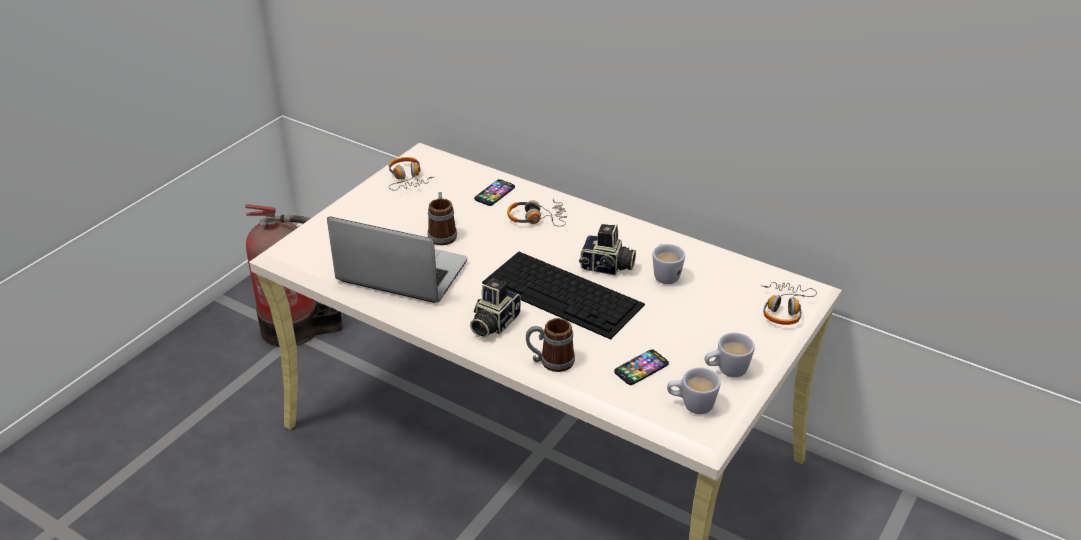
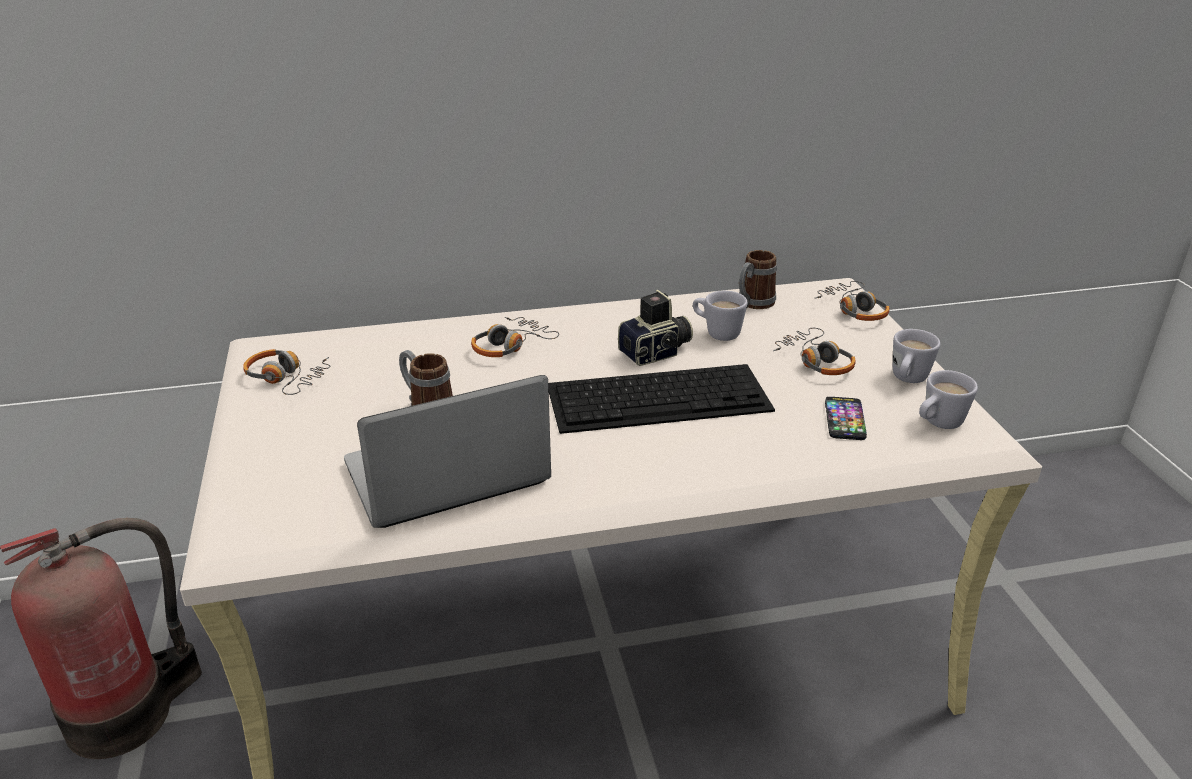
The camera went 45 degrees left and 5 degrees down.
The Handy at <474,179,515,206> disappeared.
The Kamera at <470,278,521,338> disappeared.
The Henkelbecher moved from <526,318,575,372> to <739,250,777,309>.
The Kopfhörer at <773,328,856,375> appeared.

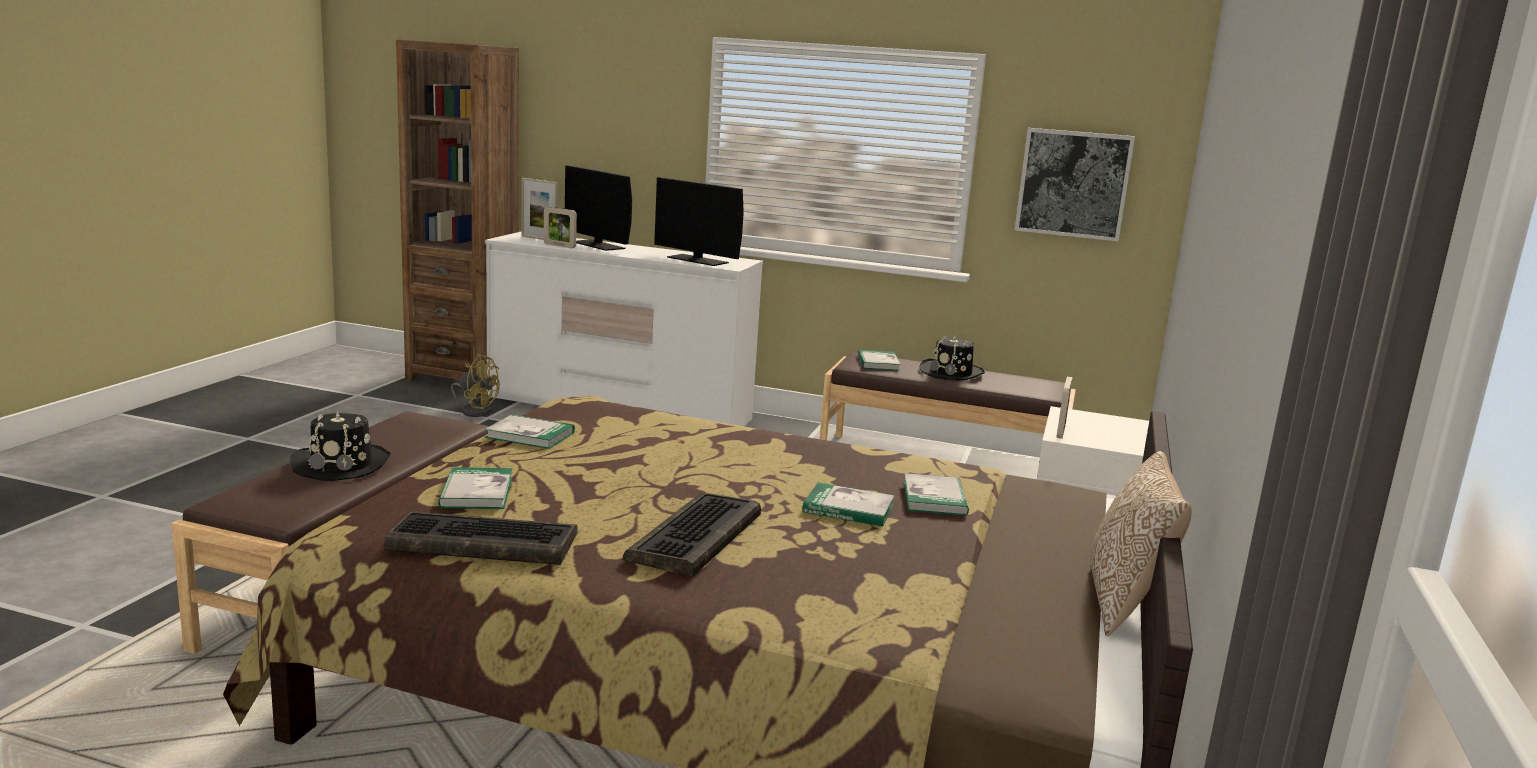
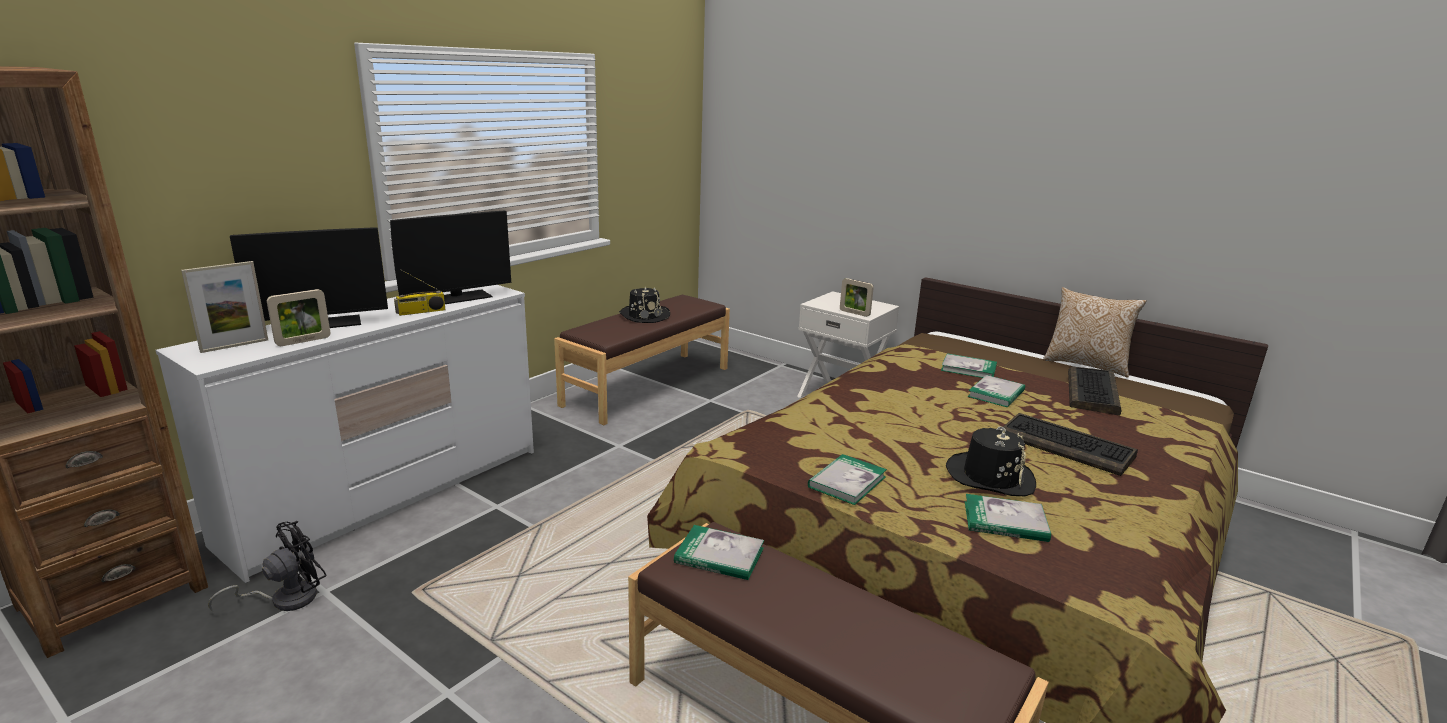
The camera went 70 degrees left and 5 degrees up.
The Bild at <1015,128,1135,241> disappeared.
The Buch moved from <858,350,901,371> to <674,525,764,580>.
The Ventilator (gelb) at <451,354,500,417> became the Ventilator (schwarz) at <208,521,327,612>.
The Hut (schwarz) moved from <289,411,391,481> to <946,426,1036,496>.
The Tastatur moved from <384,511,578,565> to <1068,367,1122,416>.
The Radio at <394,270,445,316> appeared.

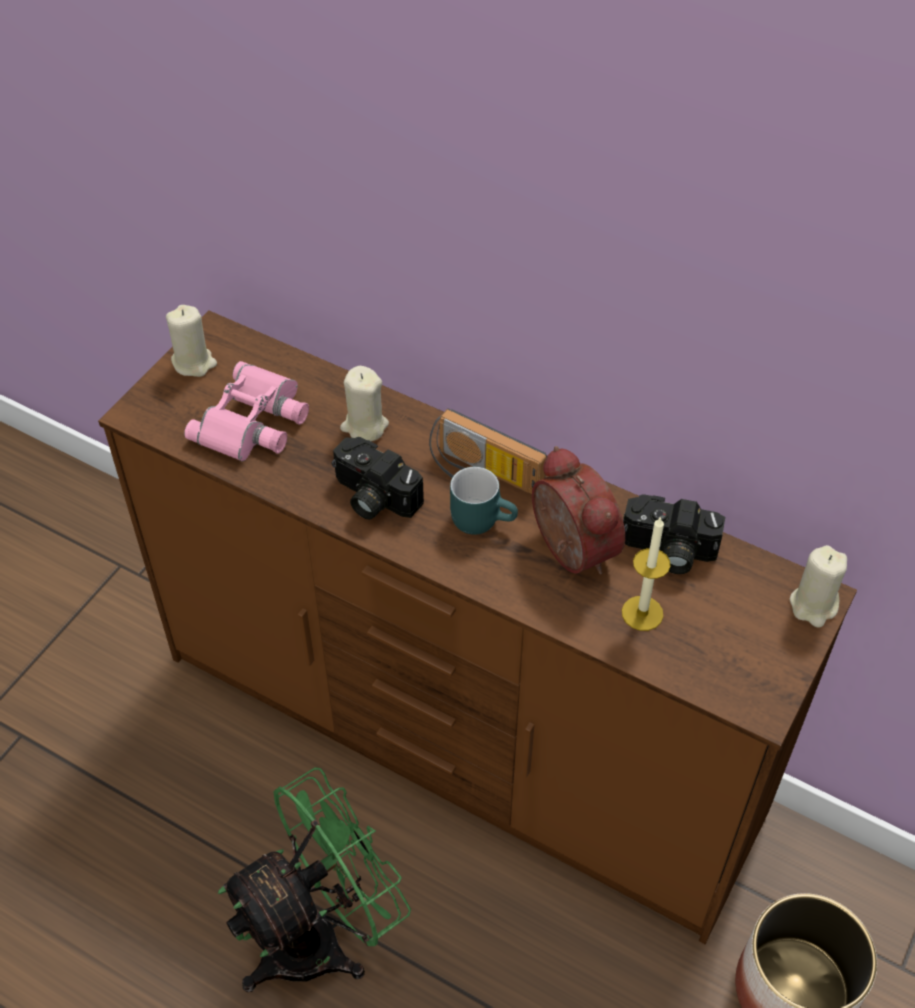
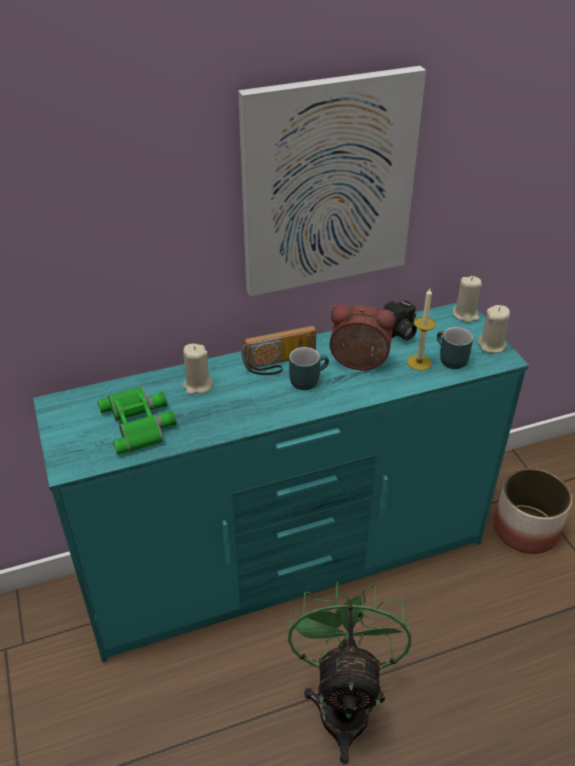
The camera went 50 degrees left and 10 degrees down.
The Kerze (beige) moved from <166,305,217,377> to <477,305,510,353>.
The Kommode (braun) at <98,310,857,944> became the Kommode (türkis) at <33,303,529,663>.
The Fernglas (rosa) at <184,361,309,462> became the Fernglas (grün) at <97,386,177,455>.
The Kamera at <332,437,424,520> disappeared.
The Bild at <238,66,426,296> appeared.
The Henkelbecher (türkis) at <437,327,473,369> appeared.

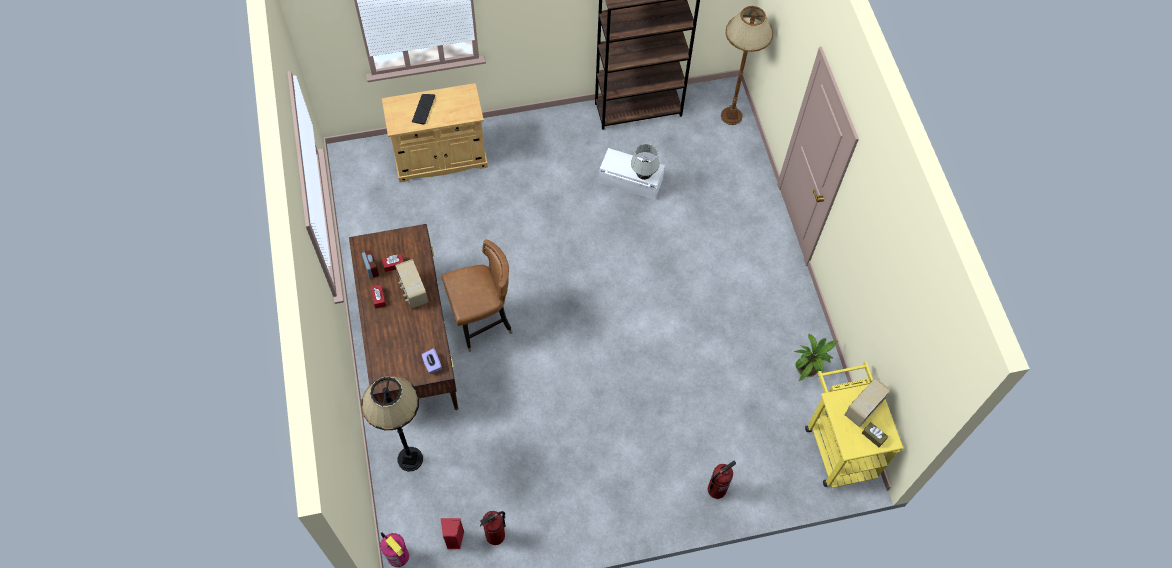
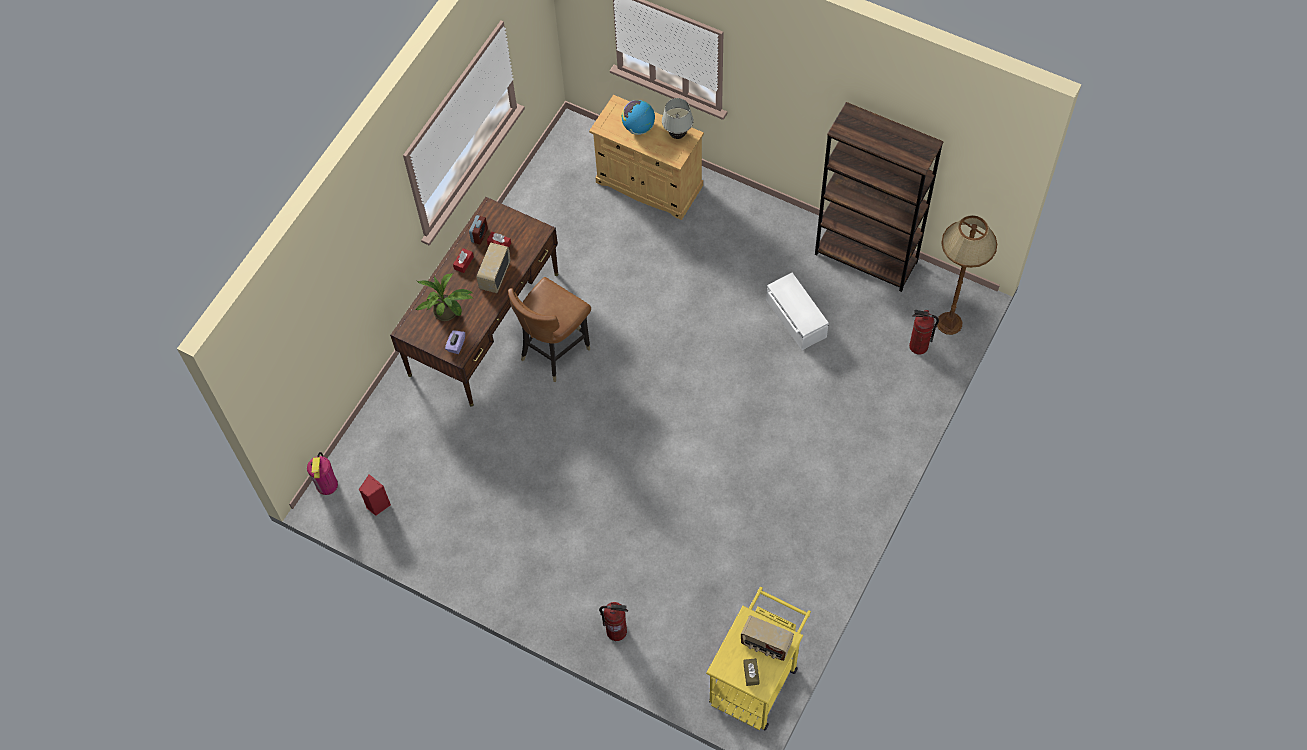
The camera went 45 degrees right and 0 degrees up.
The Tastatur at <412,94,435,125> was replaced by the Globus at <621,100,655,135>.
The Tischlampe (weiß) moved from <631,144,659,180> to <662,98,693,139>.
The Stuhl (braun) at <441,239,513,352> turned 105 degrees clockwise.
The Topfpflanze moved from <795,333,838,381> to <416,273,473,321>.
The Stehlampe (schwarz) at <361,376,423,472> disappeared.
The Radio at <845,378,891,427> turned 150 degrees counterclockwise.
The Feuerlöscher moved from <480,511,506,545> to <909,310,939,354>.

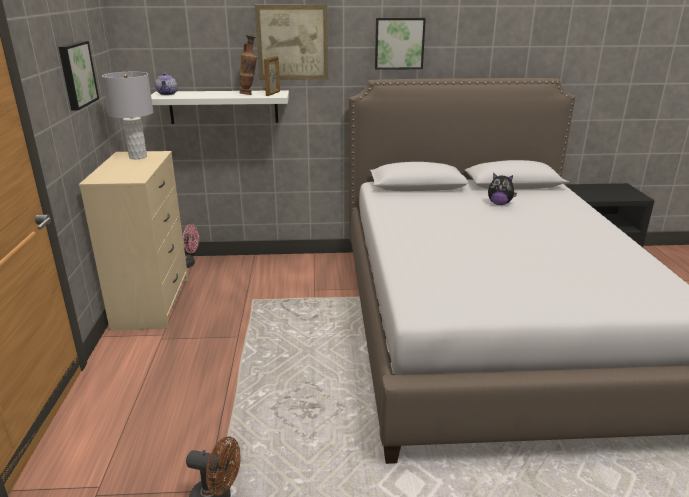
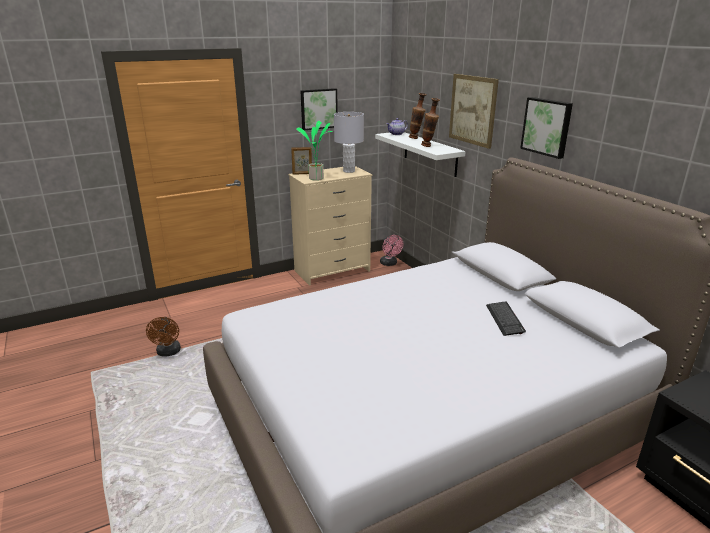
The camera went 65 degrees right and 0 degrees up.
The Bilderrahmen moved from <264,56,280,96> to <291,147,312,175>.
The Plüschtier at <488,173,517,205> was replaced by the Tastatur at <486,301,526,336>.
The Vase at <409,93,427,139> appeared.
The Topfpflanze at <296,121,332,181> appeared.

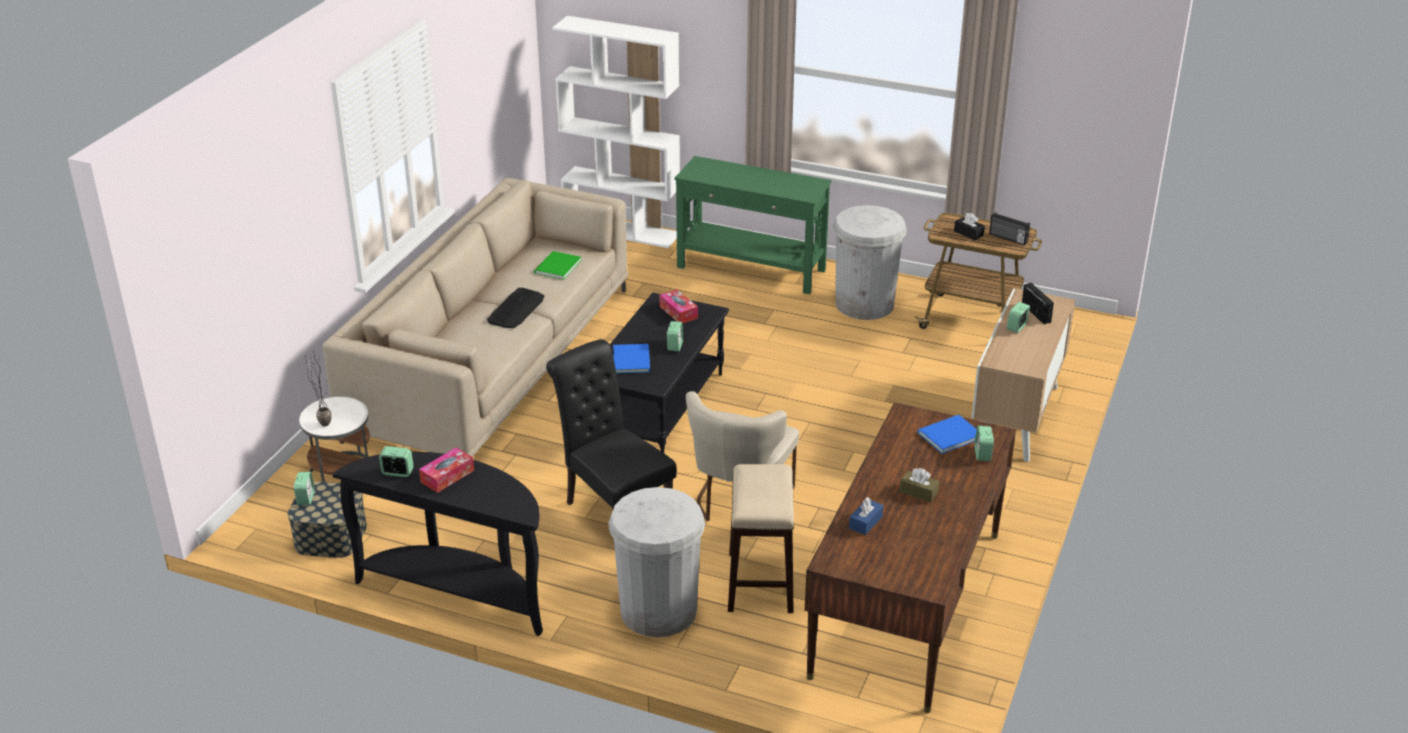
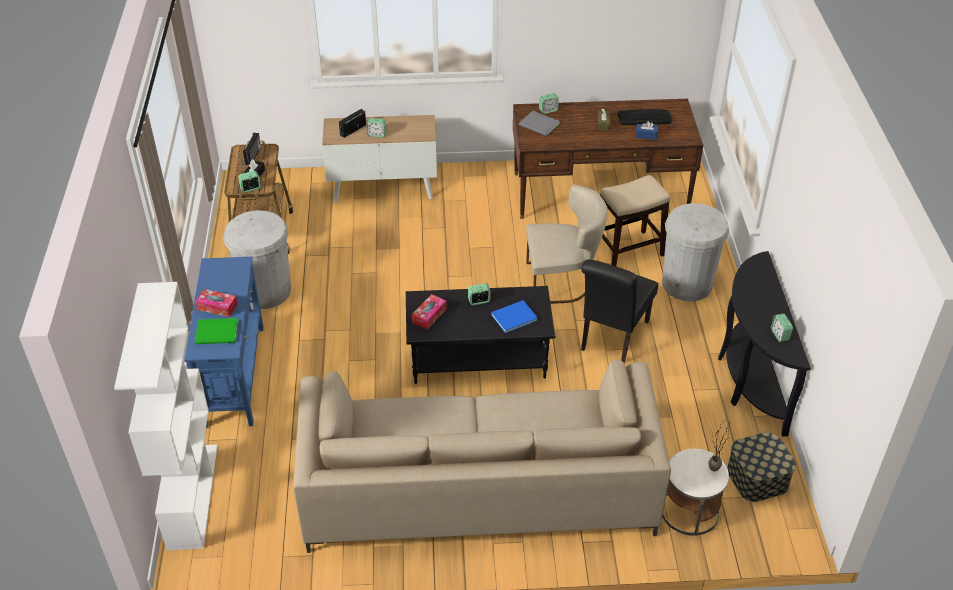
The camera went 115 degrees left and 10 degrees up.
The Konsolentisch (grün) at <675,156,832,294> became the Konsolentisch (blau) at <184,257,264,428>.
The Buch (grün) moved from <534,251,582,280> to <195,318,238,344>.
The Tastatur moved from <487,288,545,328> to <618,109,672,125>.
The Buch (blau) at <918,415,977,454> became the Buch (grau) at <519,111,560,136>.
The Taschentuchbox moved from <419,447,474,493> to <195,289,238,317>.
The Wecker moved from <294,472,315,505> to <238,171,261,193>.

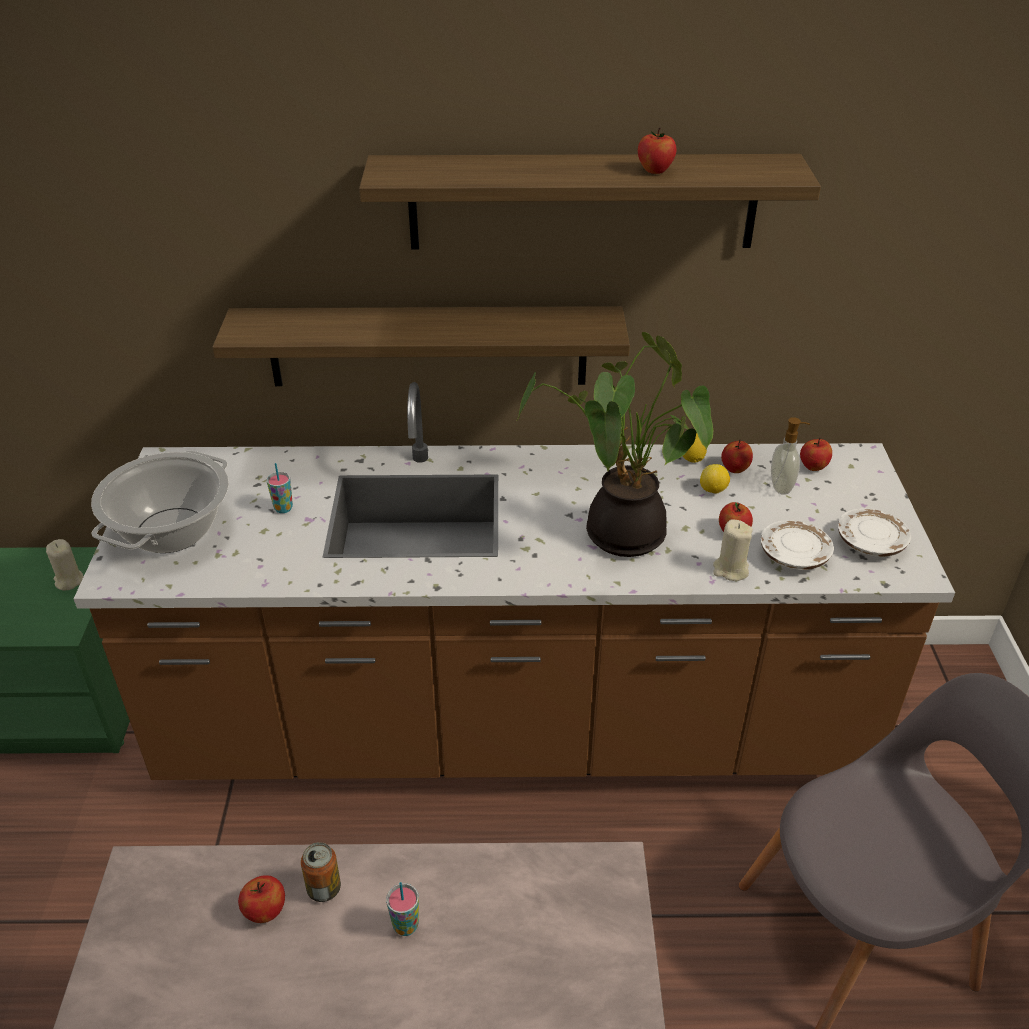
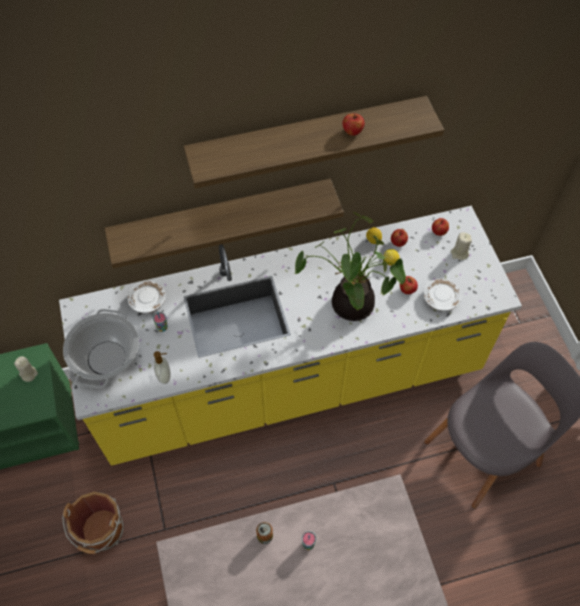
The camera went 15 degrees left and 20 degrees up.
The Küchenzeile (braun) at <74,382,955,780> became the Küchenzeile (gelb) at <59,206,522,466>.
The Seifenspender moved from <771,417,810,495> to <154,351,171,384>.
The Teller (weiß) moved from <838,508,911,557> to <127,281,165,313>.
The Kerze (beige) moved from <713,519,753,581> to <451,232,472,260>.
The Apfel at <238,875,285,923> disappeared.
The Eimer (braun) at <62,492,124,554> appeared.

